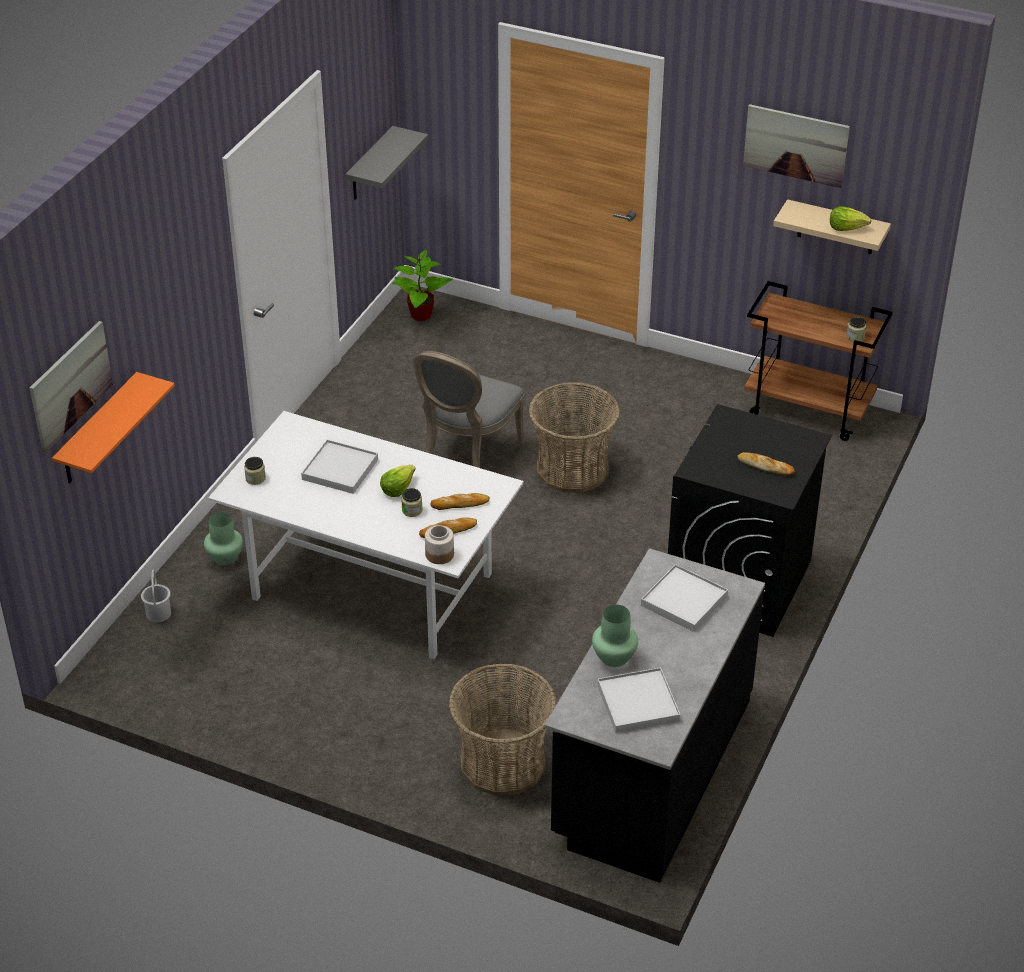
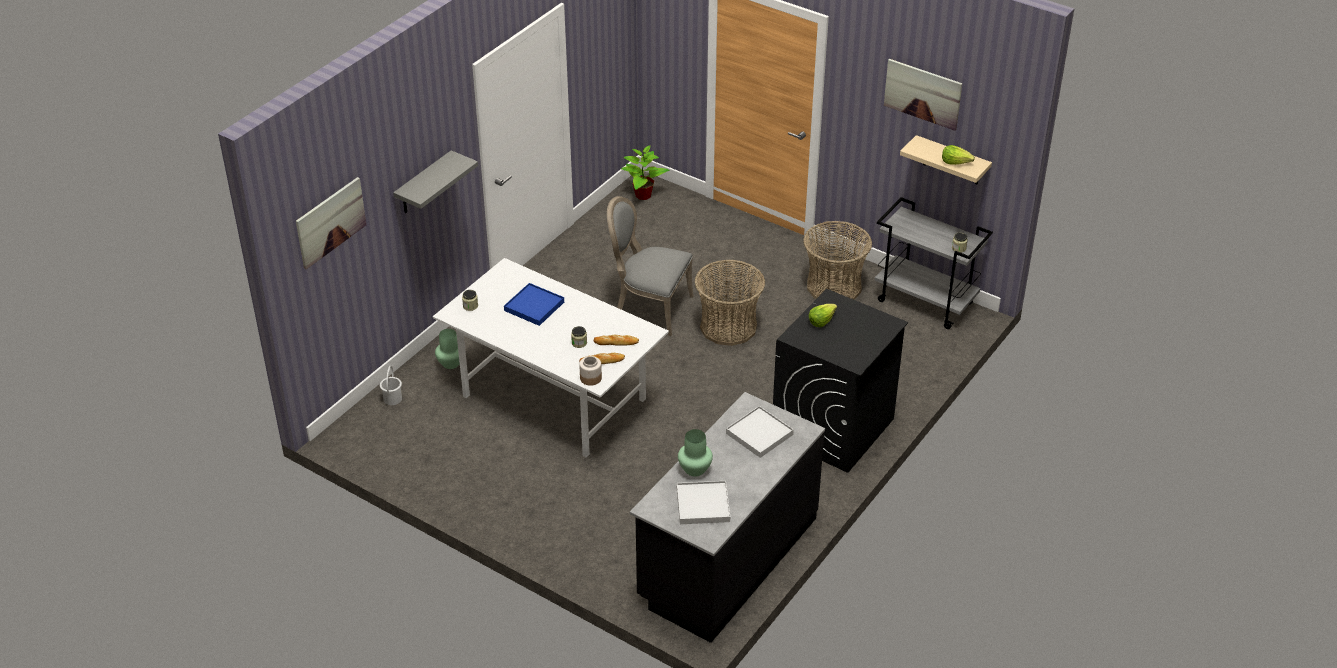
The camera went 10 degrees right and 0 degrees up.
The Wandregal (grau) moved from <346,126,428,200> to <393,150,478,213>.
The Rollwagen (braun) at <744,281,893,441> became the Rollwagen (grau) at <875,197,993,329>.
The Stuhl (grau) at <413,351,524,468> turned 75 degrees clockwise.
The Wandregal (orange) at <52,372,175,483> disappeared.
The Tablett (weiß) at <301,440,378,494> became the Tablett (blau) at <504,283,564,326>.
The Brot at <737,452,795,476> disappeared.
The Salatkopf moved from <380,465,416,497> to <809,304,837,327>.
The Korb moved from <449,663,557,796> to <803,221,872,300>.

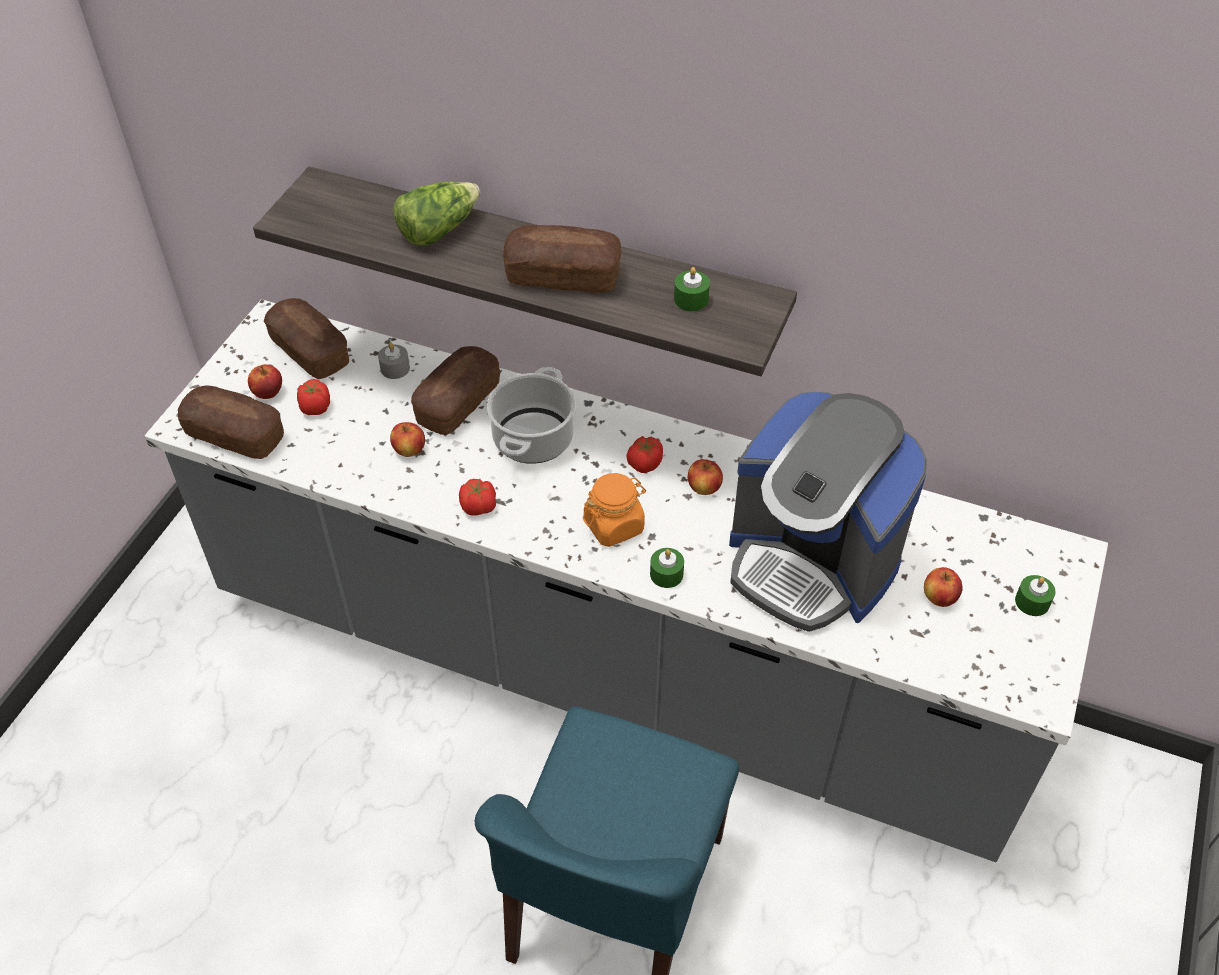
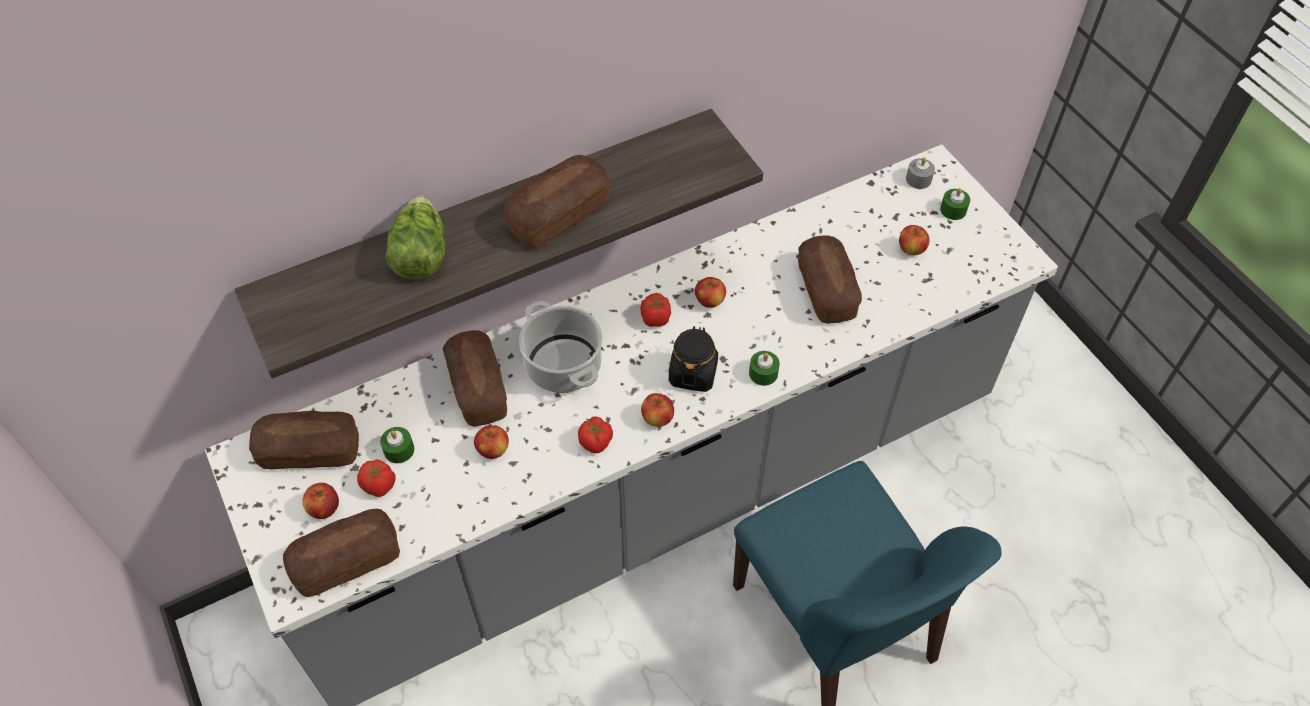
The camera went 50 degrees left and 5 degrees up.
The Kerze (grün) moved from <674,267,710,311> to <380,427,414,463>.
The Kerze (grau) moved from <378,343,410,379> to <906,157,935,189>.
The Kaffeemaschine at <729,392,927,632> was replaced by the Brot at <798,235,862,324>.
The Vorratsglas (orange) at <583,473,646,547> became the Vorratsglas (schwarz) at <669,326,718,392>.
The Apfel at <641,393,674,427> appeared.

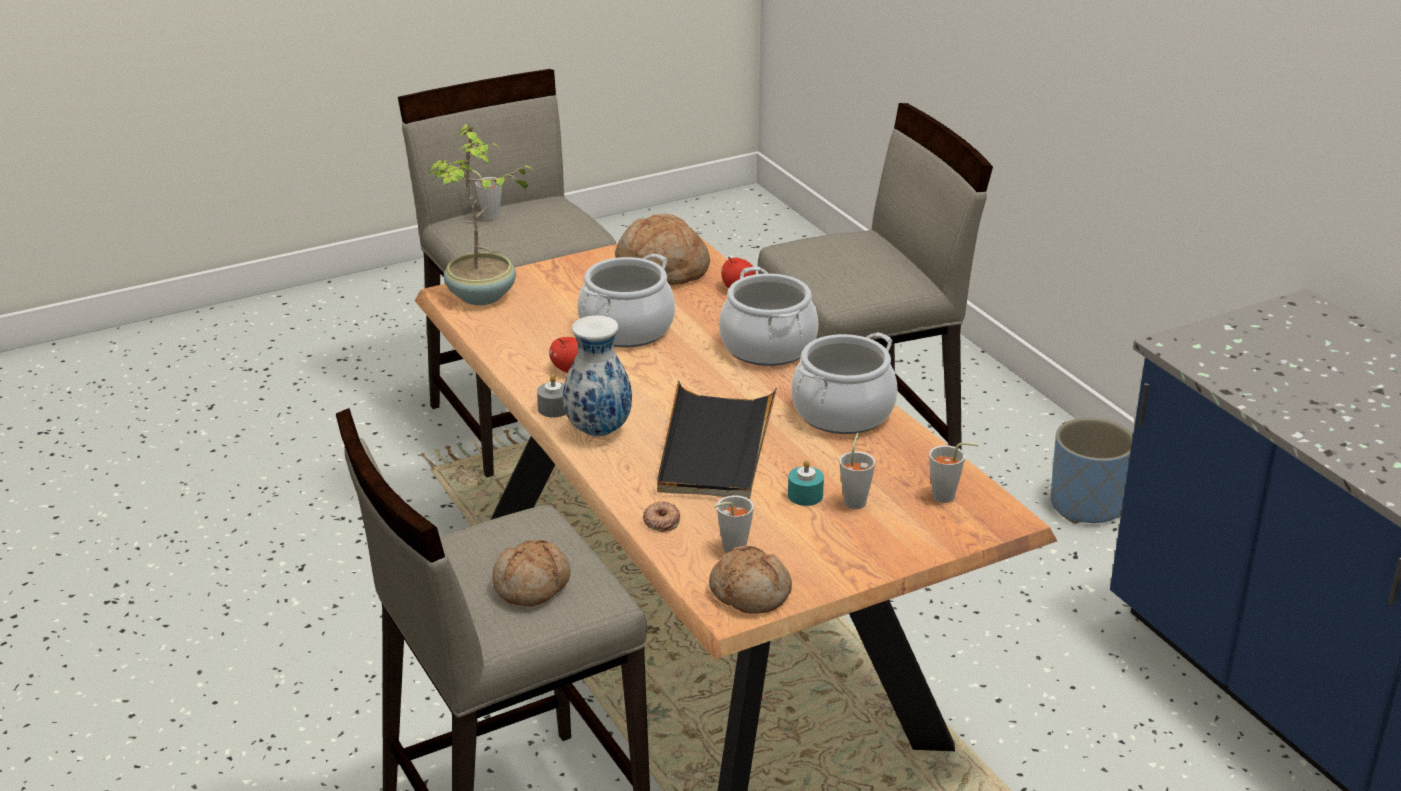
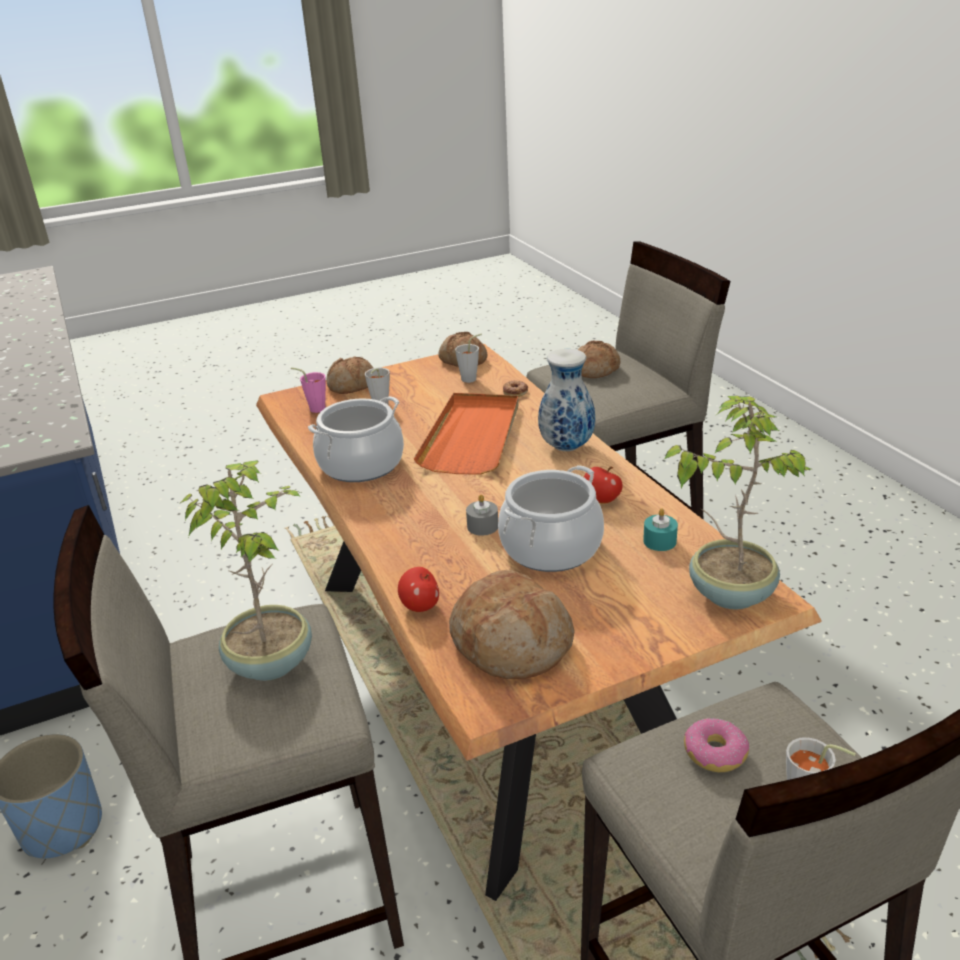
The camera went 175 degrees left and 0 degrees up.
The Kochtopf at <719,267,818,366> disappeared.
The Kerze (grau) moved from <537,375,566,417> to <466,494,498,536>.
The Tablett (schwarz) at <657,381,777,499> became the Tablett (orange) at <413,393,519,475>.
The Tasse (grau) at <929,442,979,503> became the Tasse (rosa) at <291,367,326,413>.
The Kerze (türkis) moved from <788,460,824,506> to <643,508,678,551>.
The Brot at <326,356,373,394> appeared.
The Topfpflanze at <180,460,312,681> appeared.
The Donut at <684,718,749,772> appeared.

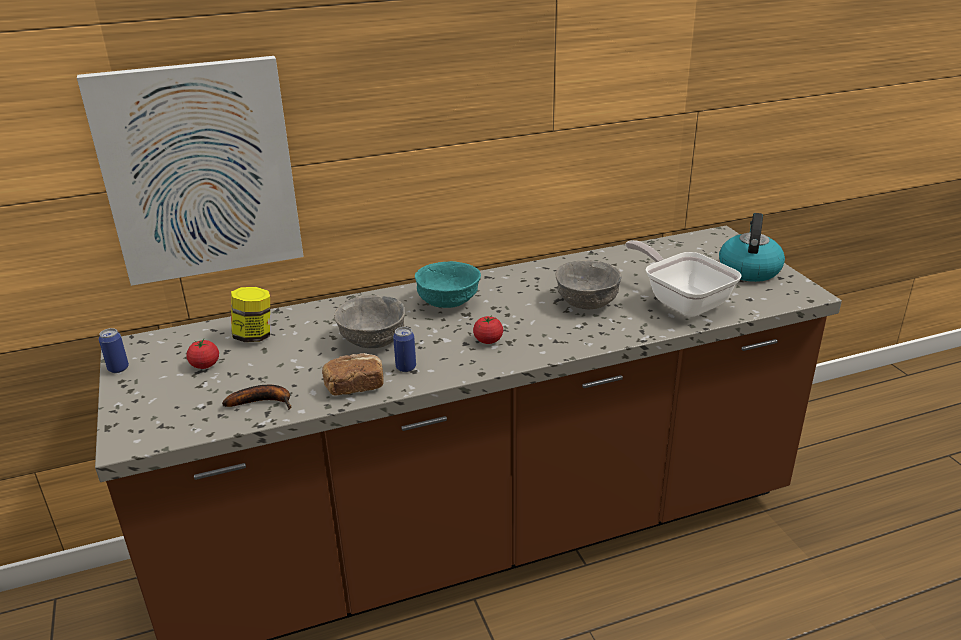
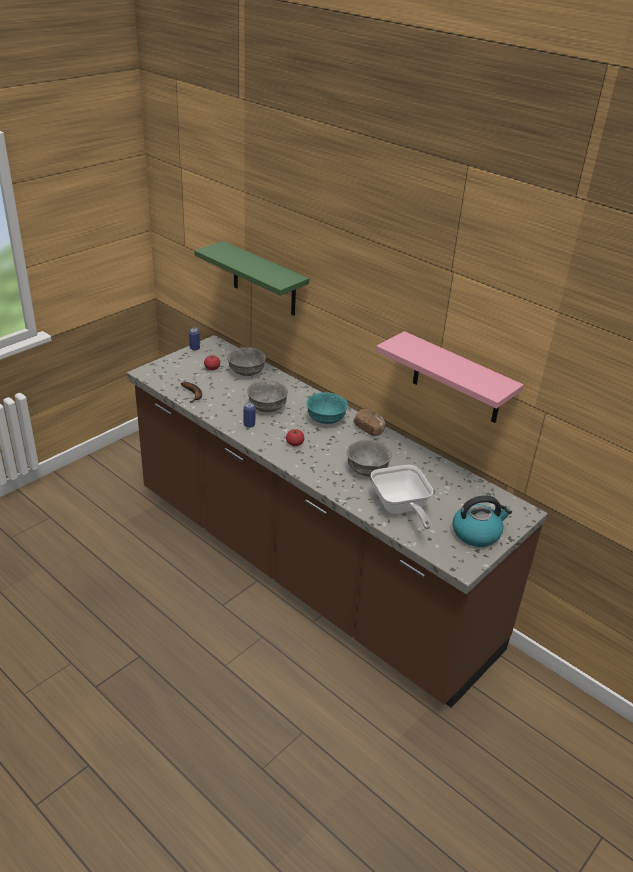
The camera went 60 degrees right and 5 degrees up.
The Bild at <77,56,304,286> was replaced by the Wandregal (grün) at <194,241,309,316>.
The Pfanne at <625,240,742,317> turned 135 degrees clockwise.
The Vorratsglas at <231,287,270,342> was replaced by the Schüssel (grau) at <227,347,266,376>.
The Brot moved from <322,353,384,396> to <354,409,386,436>.
The Wandregal (rosa) at <376,331,524,423> appeared.

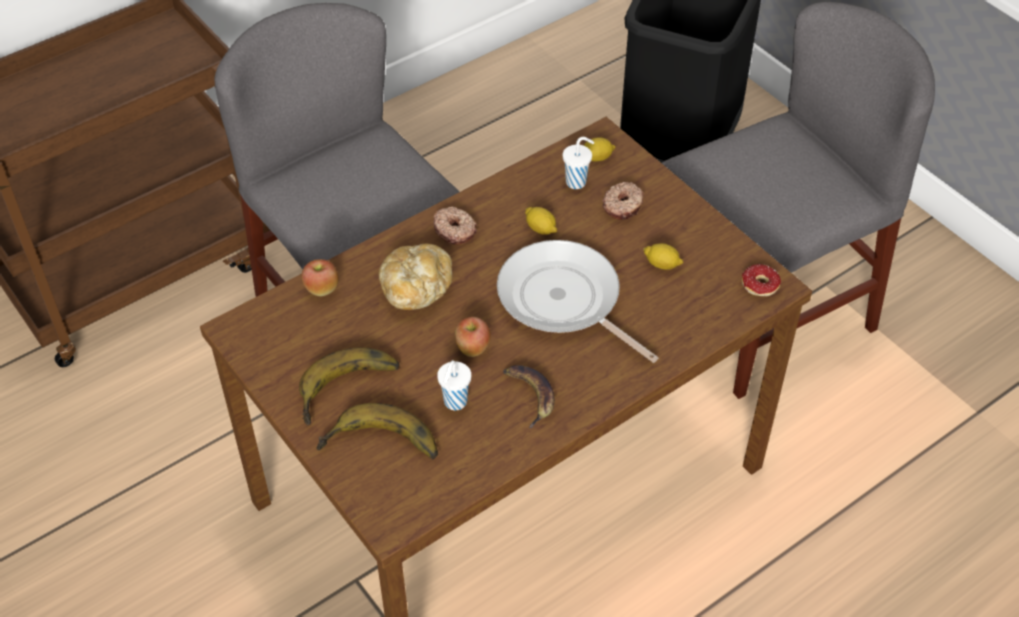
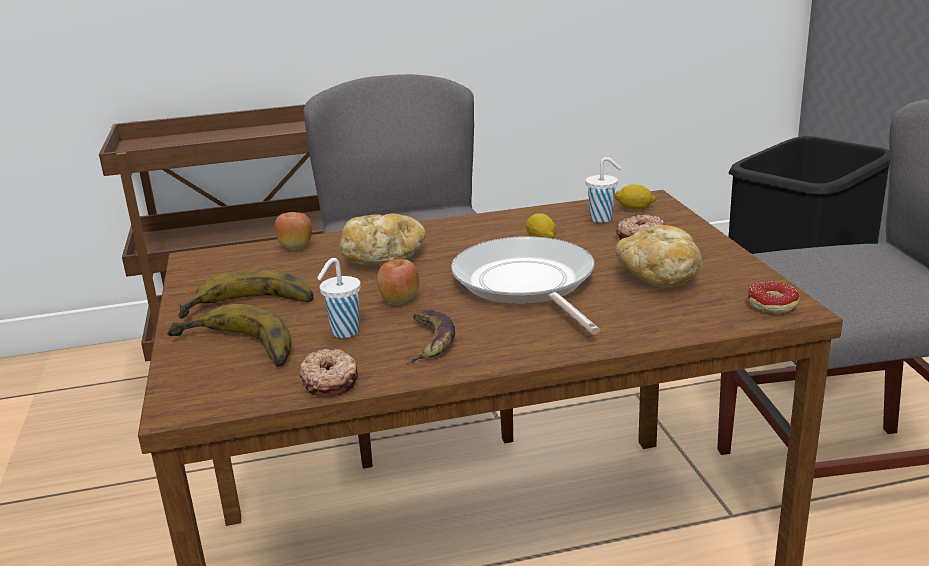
The camera went 25 degrees right and 25 degrees down.
The Donut moved from <433,207,477,244> to <299,349,358,396>.
The Zitrone at <643,243,684,270> was replaced by the Brot at <615,225,702,287>.

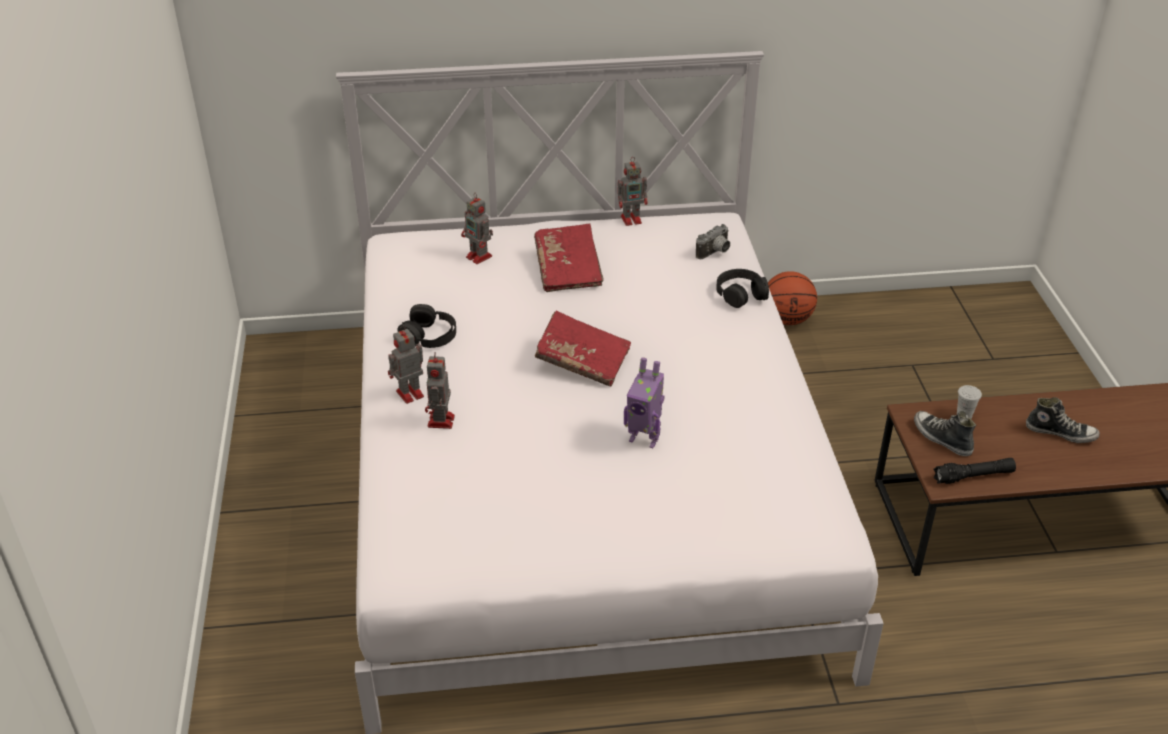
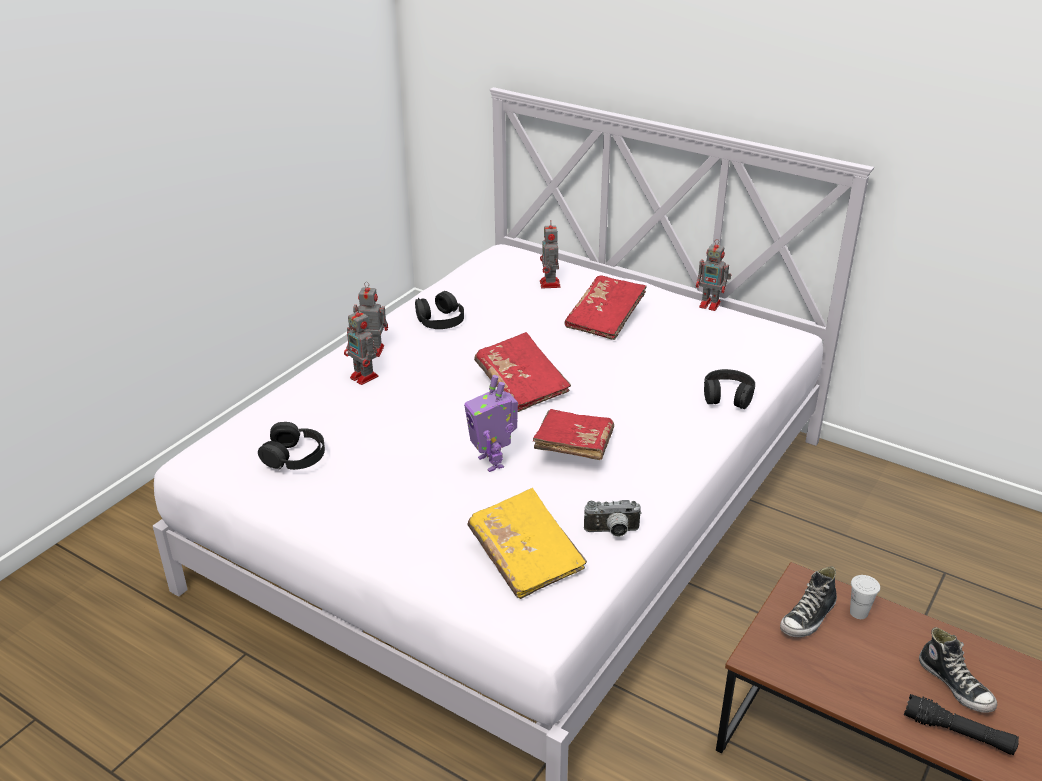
The camera went 40 degrees right and 5 degrees down.
The Kamera moved from <696,224,730,259> to <584,500,642,537>.
The Basketball at <768,271,817,325> disappeared.
The Spielzeugroboter at <425,352,455,429> turned 90 degrees counterclockwise.
The Schuh at <914,411,976,456> turned 135 degrees counterclockwise.
The Taschenlampe (schwarz) moved from <933,458,1016,484> to <904,694,1019,755>.
The Buch (rot) at <533,409,614,460> appeared.
The Kopfhörer (schwarz) at <258,422,325,470> appeared.
The Buch (gelb) at <467,488,587,599> appeared.

